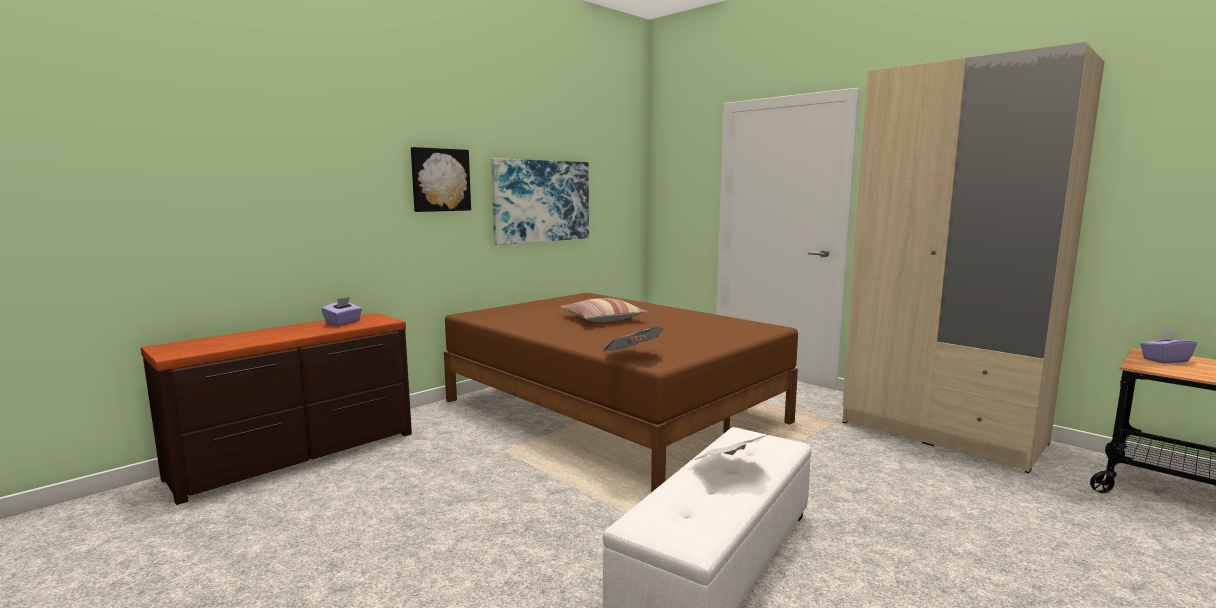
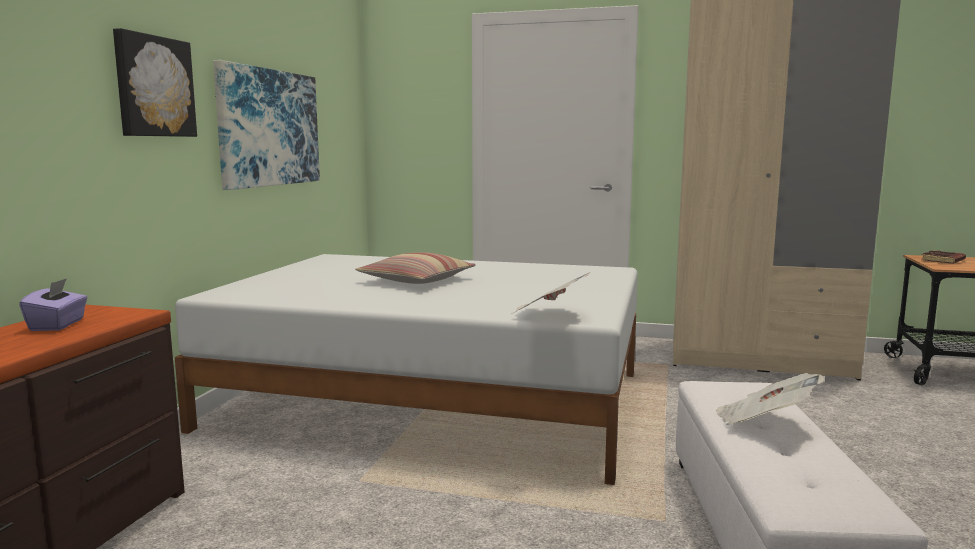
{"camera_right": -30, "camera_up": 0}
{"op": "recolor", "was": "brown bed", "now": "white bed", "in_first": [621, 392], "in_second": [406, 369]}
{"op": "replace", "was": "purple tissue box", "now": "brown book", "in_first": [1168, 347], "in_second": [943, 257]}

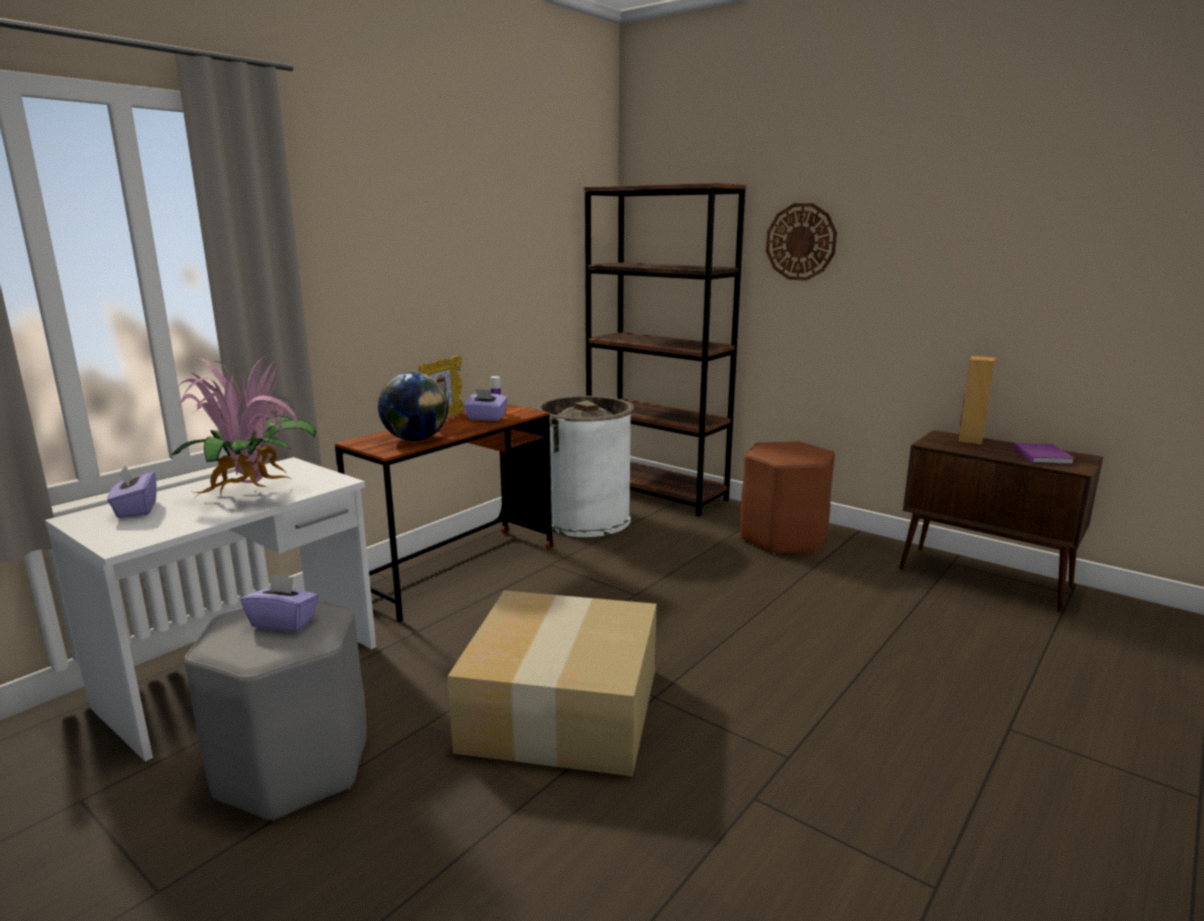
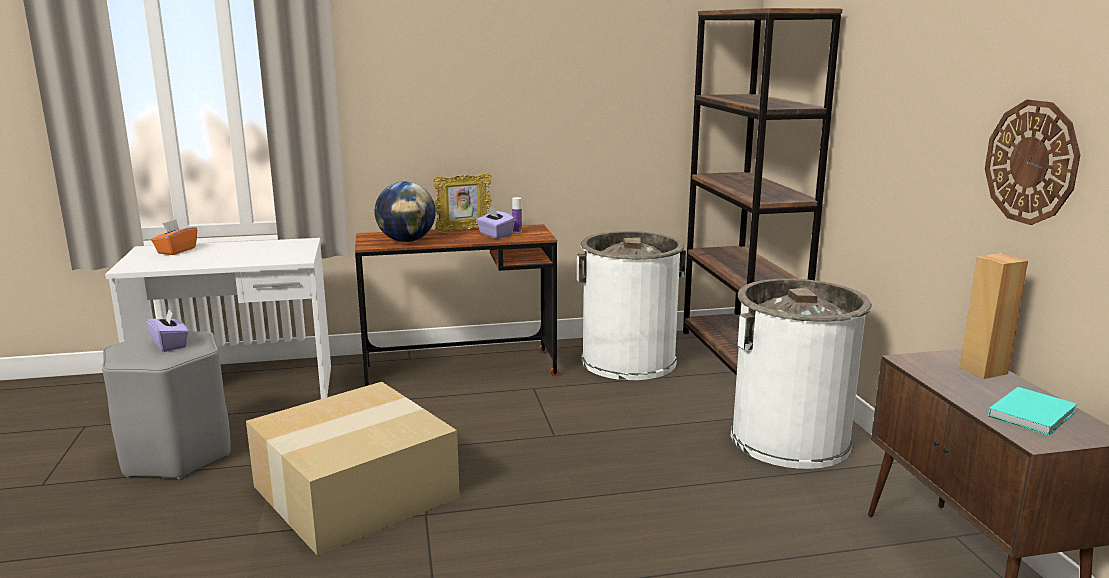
{"camera_right": 40, "camera_up": 0}
{"op": "recolor", "was": "purple tissue box", "now": "orange tissue box", "in_first": [132, 492], "in_second": [174, 237]}
{"op": "delete", "was": "potted plant", "in_first": [244, 426]}
{"op": "replace", "was": "brown stool", "now": "white trash can", "in_first": [787, 498], "in_second": [801, 374]}
{"op": "move", "was": "wall clock", "in_first": [801, 242], "in_second": [1032, 162]}
{"op": "recolor", "was": "purple book", "now": "turquoise book", "in_first": [1044, 454], "in_second": [1032, 411]}

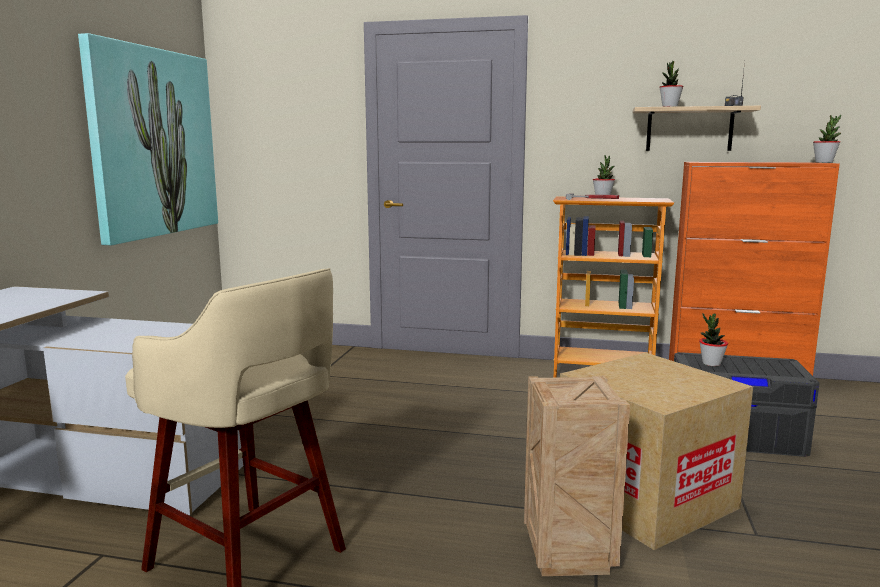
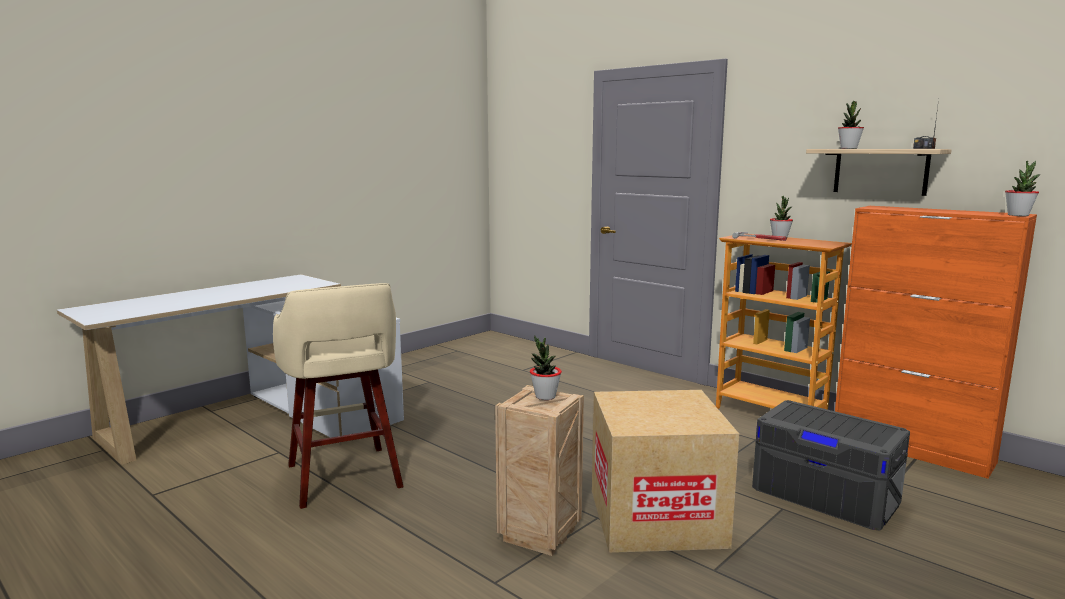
{"camera_right": 30, "camera_up": 0}
{"op": "delete", "was": "picture", "in_first": [148, 139]}
{"op": "move", "was": "potted plant", "in_first": [713, 339], "in_second": [546, 367]}

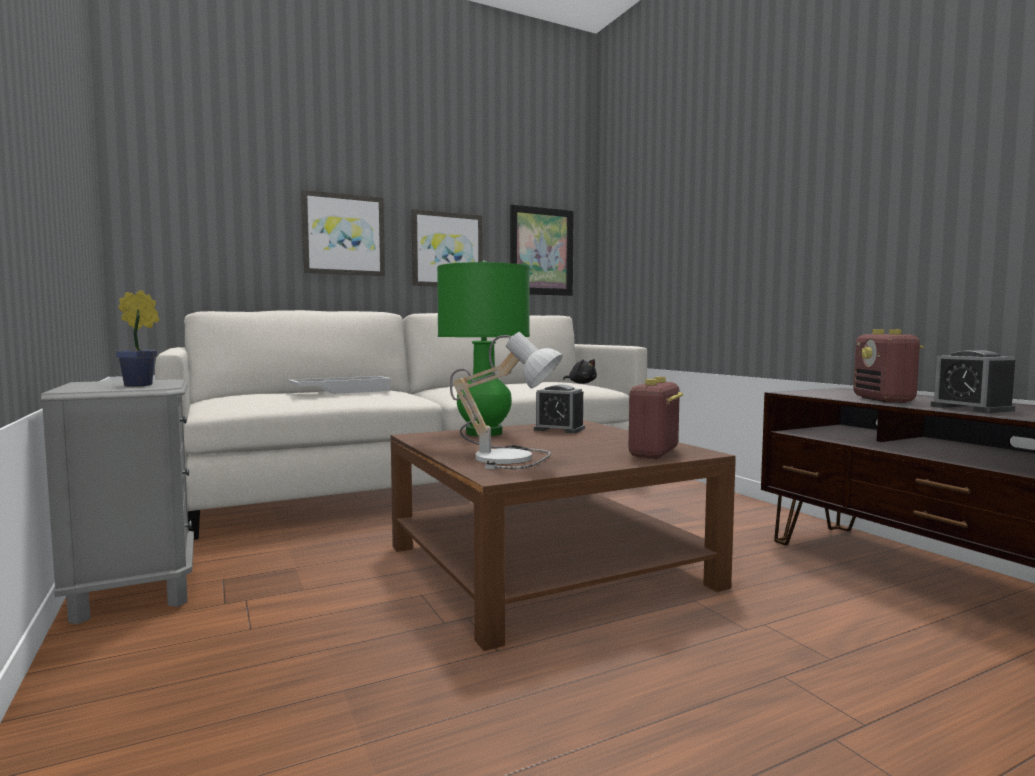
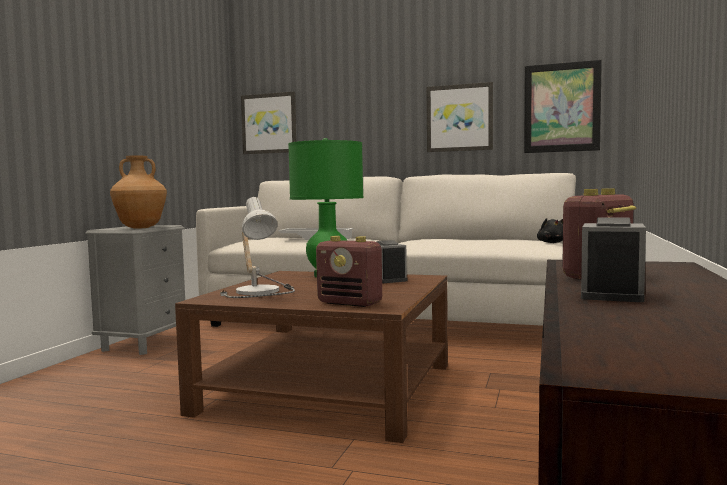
{"camera_right": 45, "camera_up": 0}
{"op": "replace", "was": "potted plant", "now": "brown vase", "in_first": [137, 338], "in_second": [138, 192]}
{"op": "move", "was": "picture", "in_first": [343, 233], "in_second": [269, 123]}
{"op": "rotate", "was": "radio", "in_first": [656, 418], "in_second": [349, 271], "clockwise": -135}

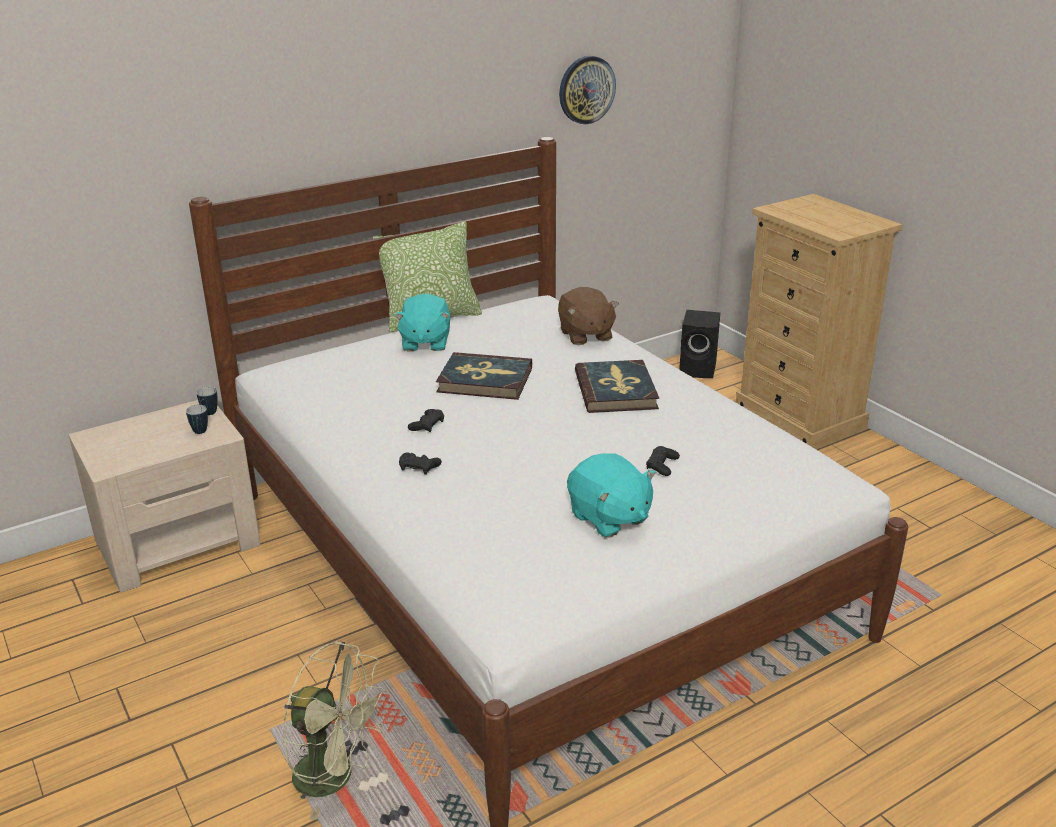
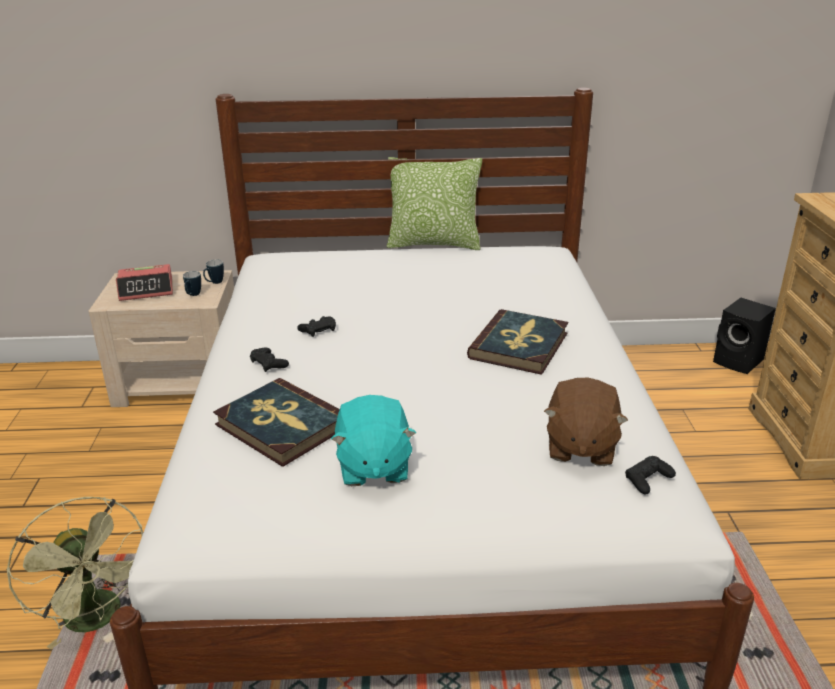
{"camera_right": 30, "camera_up": 0}
{"op": "delete", "was": "turquoise plush toy", "in_first": [422, 323]}
{"op": "move", "was": "book", "in_first": [484, 376], "in_second": [276, 422]}
{"op": "move", "was": "brown plush toy", "in_first": [588, 316], "in_second": [586, 421]}
{"op": "delete", "was": "wall clock", "in_first": [587, 90]}
{"op": "move", "was": "black game controller", "in_first": [663, 461], "in_second": [650, 475]}
{"op": "insert", "now": "alarm clock", "in_second": [144, 282]}

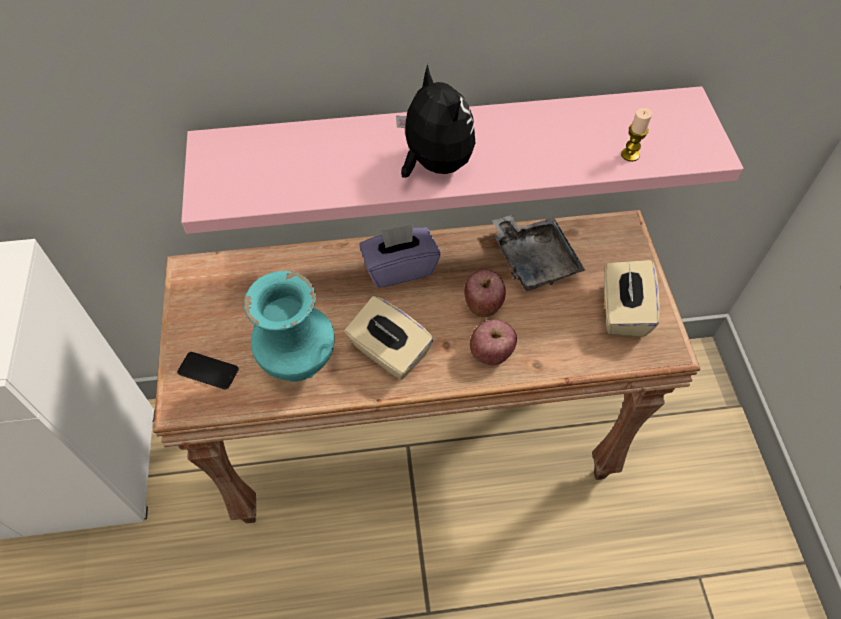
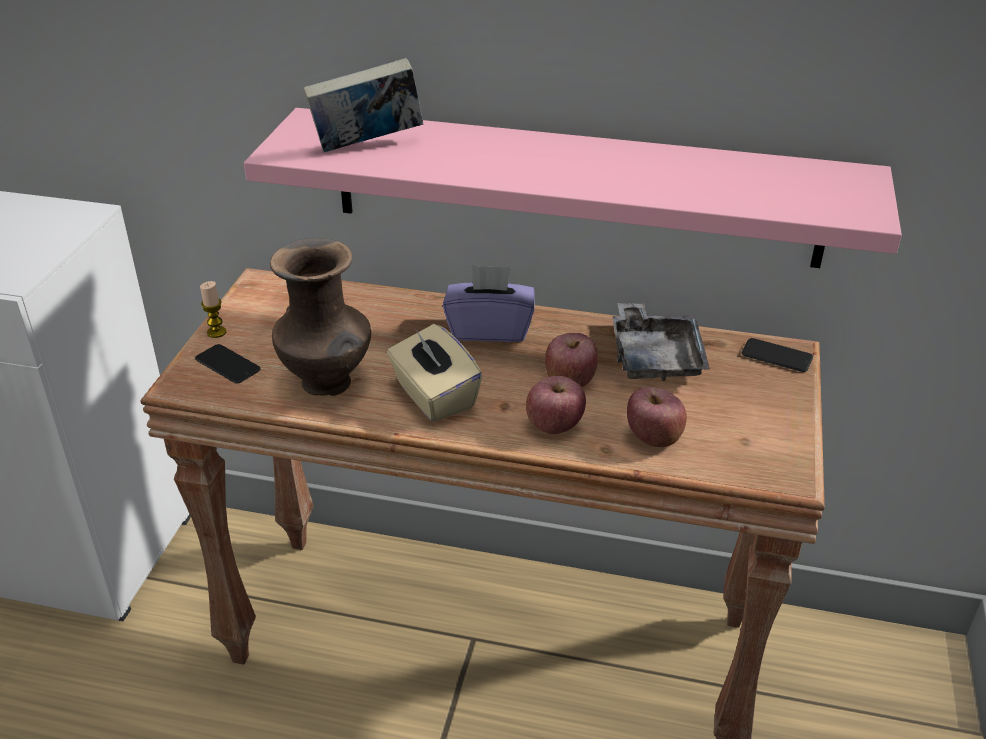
{"camera_right": 20, "camera_up": -20}
{"op": "recolor", "was": "turquoise vase", "now": "brown vase", "in_first": [289, 326], "in_second": [320, 317]}
{"op": "delete", "was": "plush toy", "in_first": [435, 121]}
{"op": "delete", "was": "beige tissue box", "in_first": [632, 298]}
{"op": "move", "was": "candle", "in_first": [636, 135], "in_second": [213, 309]}
{"op": "insert", "now": "book", "in_second": [363, 105]}
{"op": "insert", "now": "apple", "in_second": [657, 417]}
{"op": "insert", "now": "phone", "in_second": [777, 355]}

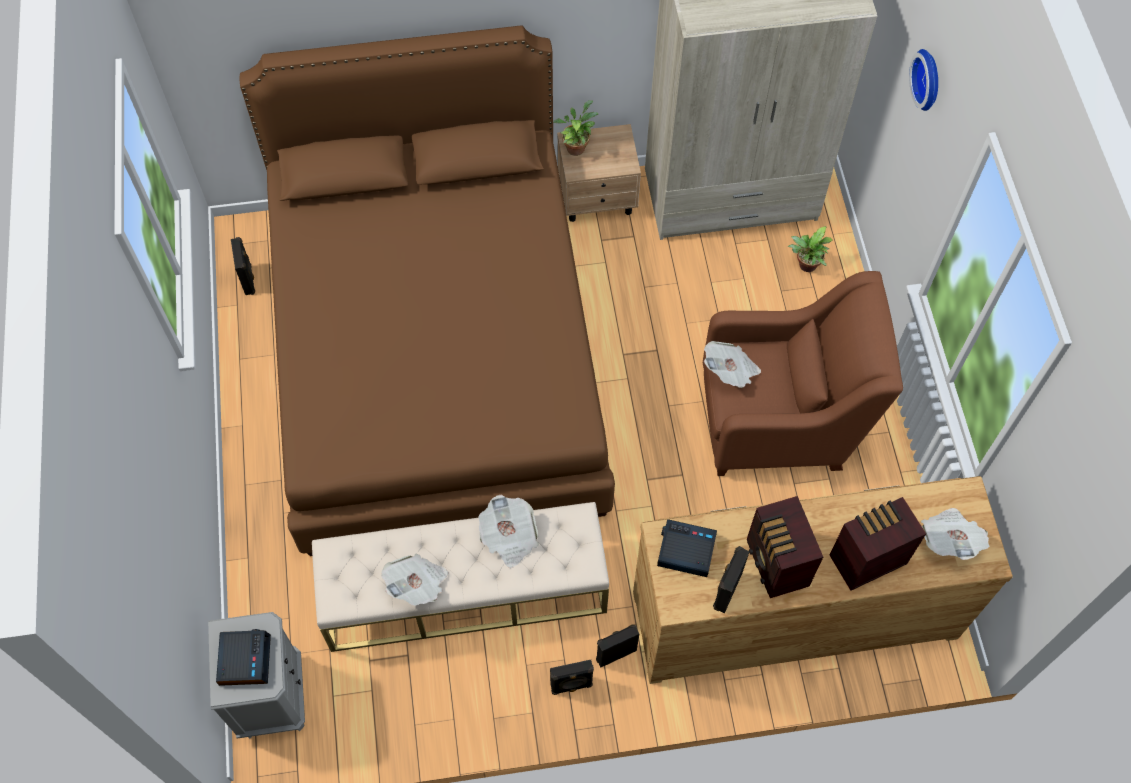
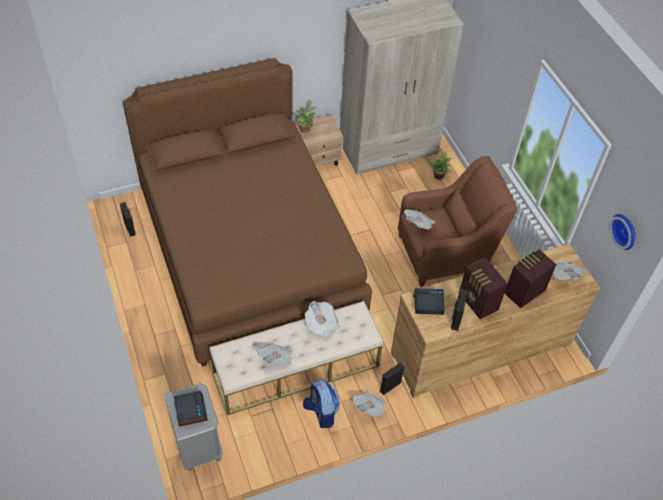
{"camera_right": -15, "camera_up": -10}
{"op": "replace", "was": "black speaker", "now": "newspaper", "in_first": [572, 677], "in_second": [369, 404]}
{"op": "move", "was": "wall clock", "in_first": [923, 80], "in_second": [622, 232]}
{"op": "insert", "now": "backpack", "in_second": [321, 403]}

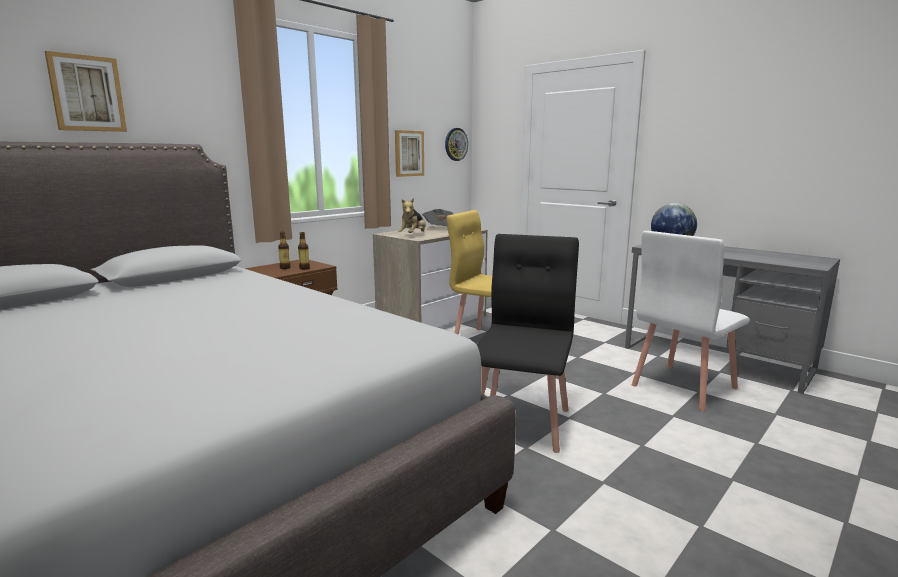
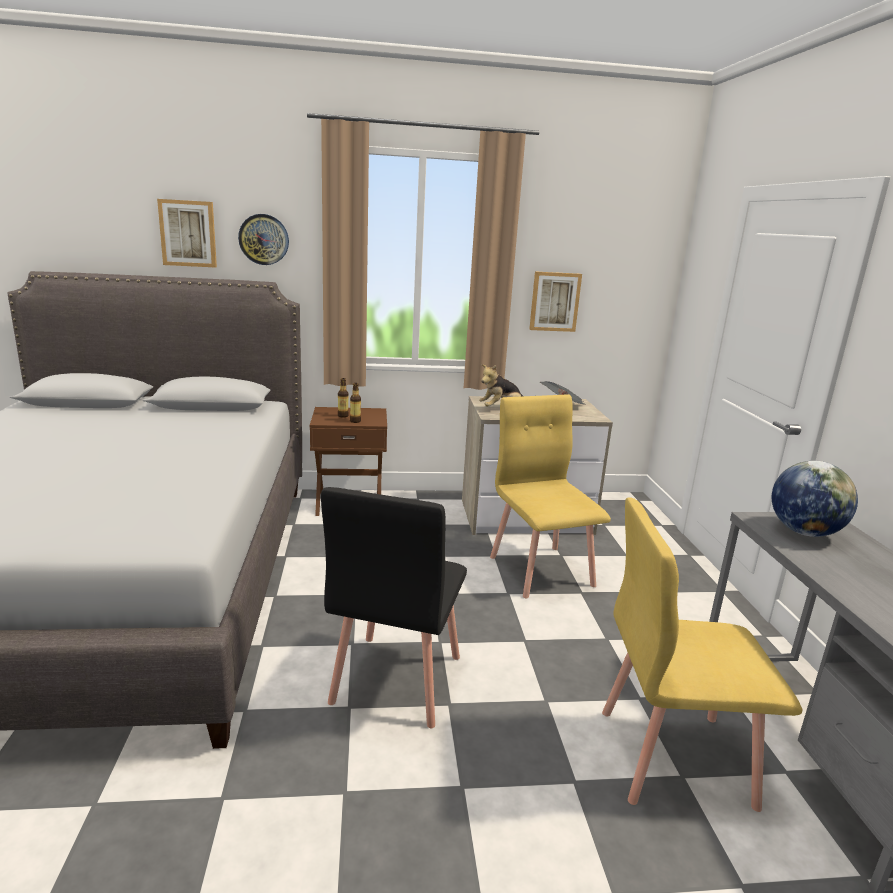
{"camera_right": 40, "camera_up": 5}
{"op": "move", "was": "wall clock", "in_first": [456, 144], "in_second": [263, 239]}
{"op": "rotate", "was": "black chair", "in_first": [528, 343], "in_second": [394, 607], "clockwise": 135}
{"op": "recolor", "was": "white chair", "now": "yellow chair", "in_first": [691, 321], "in_second": [702, 654]}

